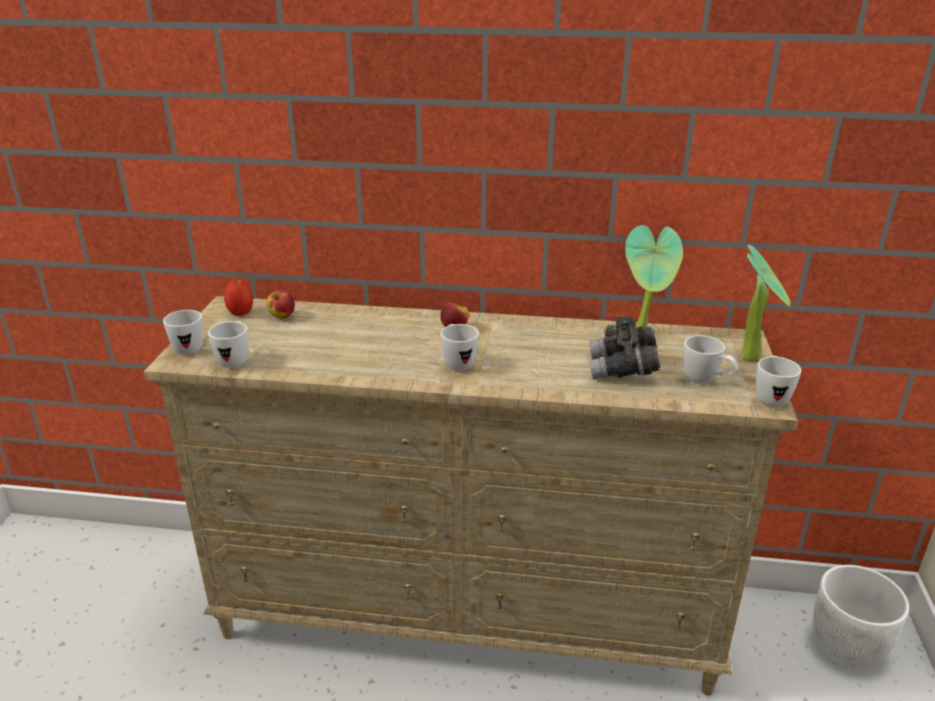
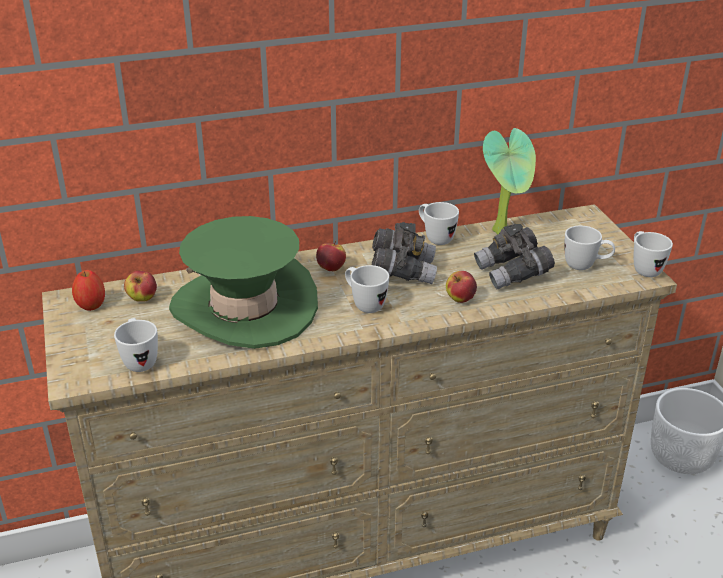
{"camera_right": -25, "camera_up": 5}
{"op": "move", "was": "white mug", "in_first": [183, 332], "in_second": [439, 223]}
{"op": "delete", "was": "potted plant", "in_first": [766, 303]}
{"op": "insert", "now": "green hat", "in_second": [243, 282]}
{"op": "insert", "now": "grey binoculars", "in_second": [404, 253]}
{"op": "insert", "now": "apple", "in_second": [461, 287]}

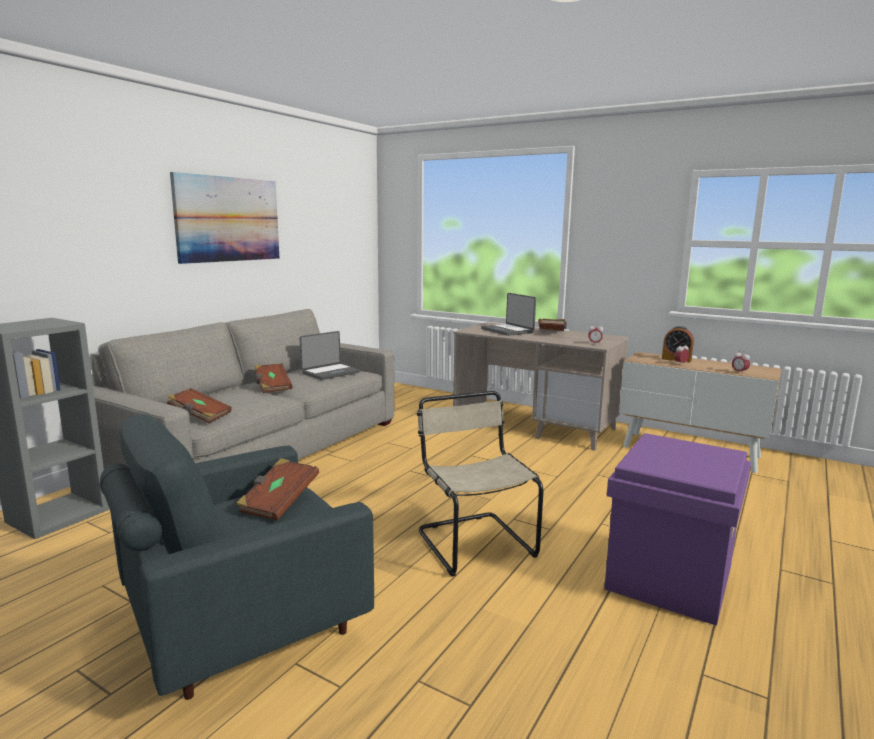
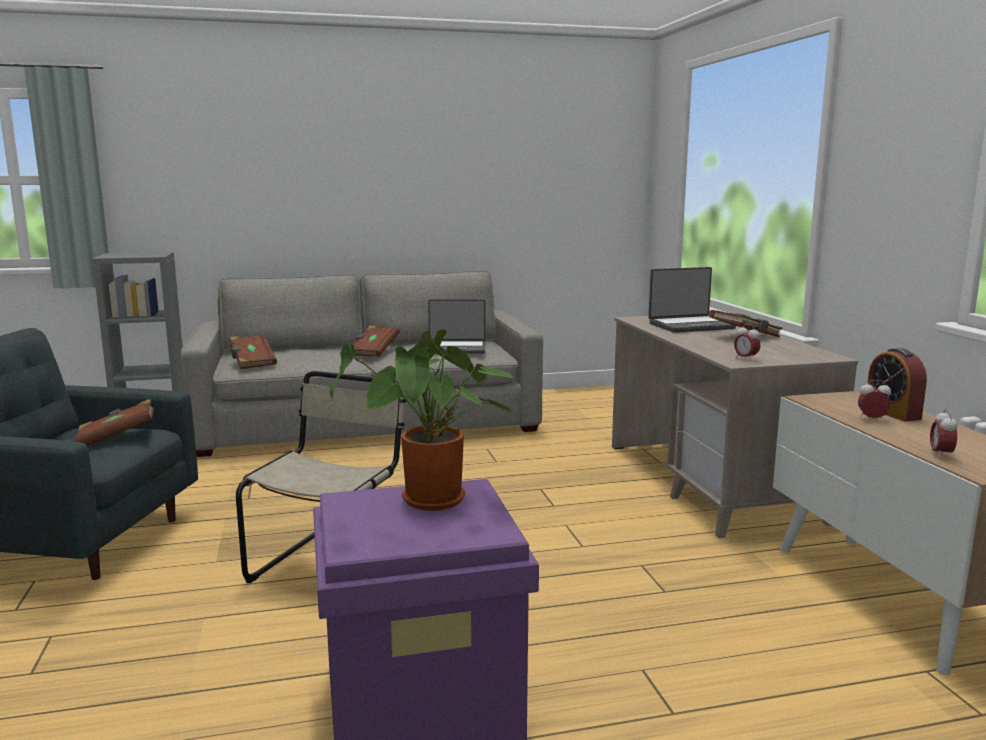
{"camera_right": 45, "camera_up": 0}
{"op": "delete", "was": "picture", "in_first": [225, 218]}
{"op": "rotate", "was": "laptop", "in_first": [508, 314], "in_second": [692, 300], "clockwise": -120}
{"op": "insert", "now": "potted plant", "in_second": [423, 420]}

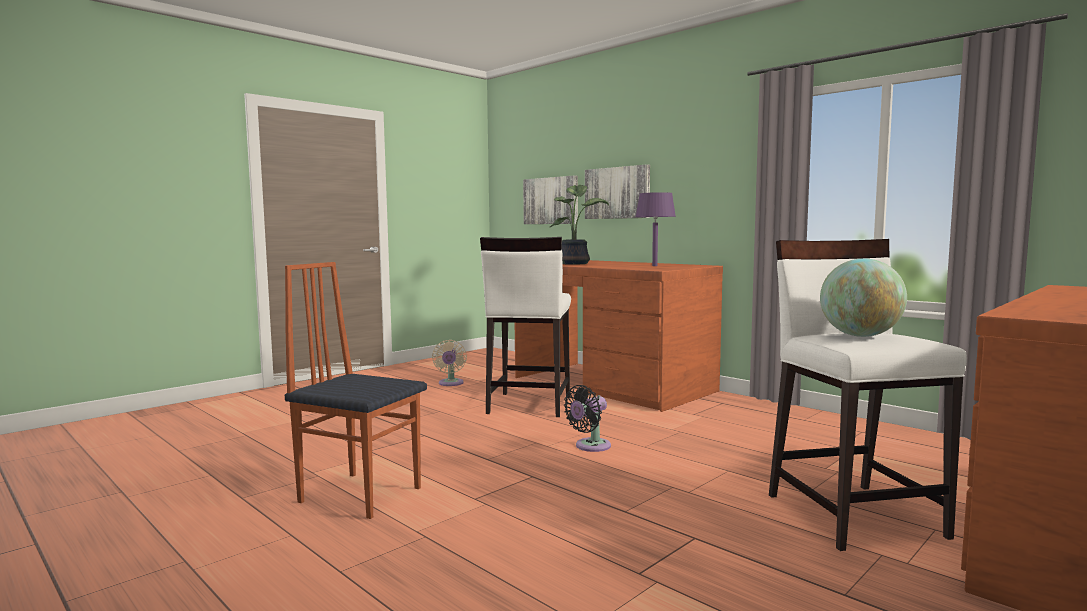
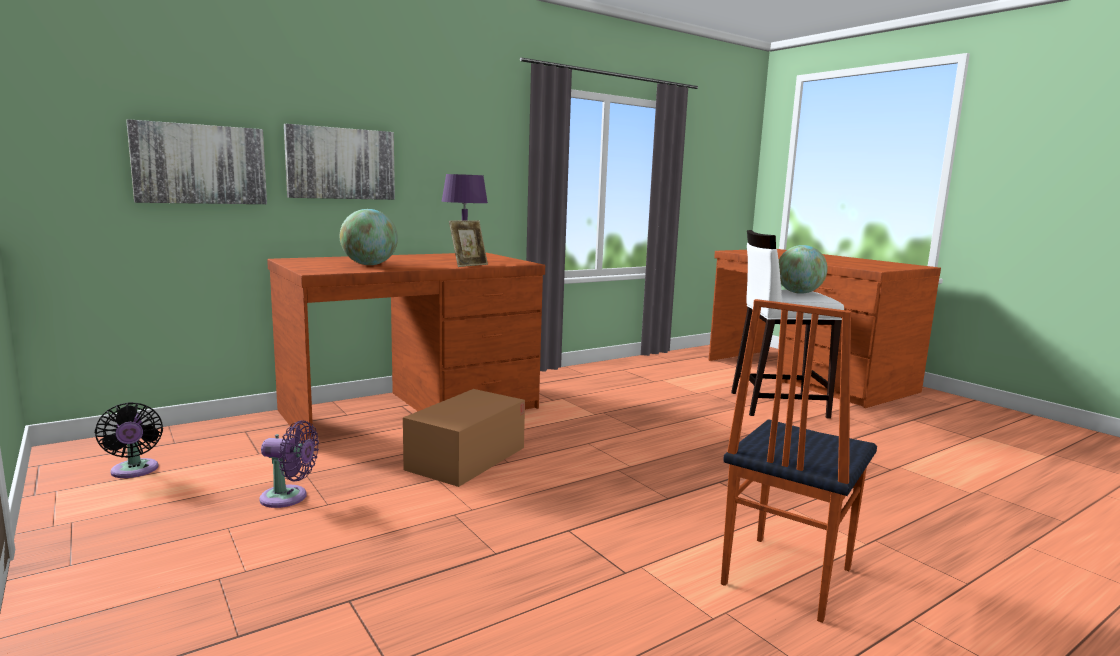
{"camera_right": -80, "camera_up": 5}
{"op": "recolor", "was": "beige fan", "now": "purple fan", "in_first": [449, 363], "in_second": [289, 464]}
{"op": "replace", "was": "white stool", "now": "cardboard box", "in_first": [525, 327], "in_second": [464, 438]}
{"op": "replace", "was": "potted plant", "now": "globe", "in_first": [579, 225], "in_second": [369, 237]}
{"op": "move", "was": "black fan", "in_first": [587, 418], "in_second": [129, 440]}
{"op": "insert", "now": "picture frame", "in_second": [468, 243]}

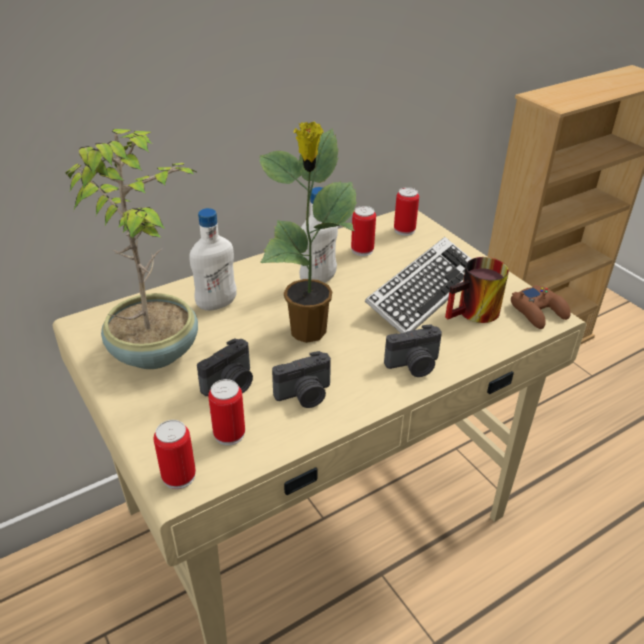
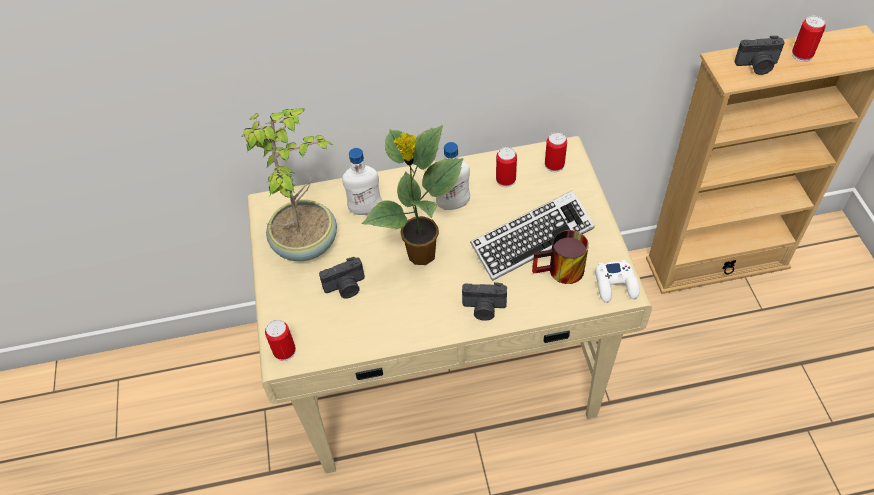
{"camera_right": 25, "camera_up": 15}
{"op": "move", "was": "can", "in_first": [226, 412], "in_second": [809, 39]}
{"op": "move", "was": "photo camera", "in_first": [301, 379], "in_second": [759, 55]}
{"op": "recolor", "was": "brown game controller", "now": "white game controller", "in_first": [541, 307], "in_second": [617, 281]}

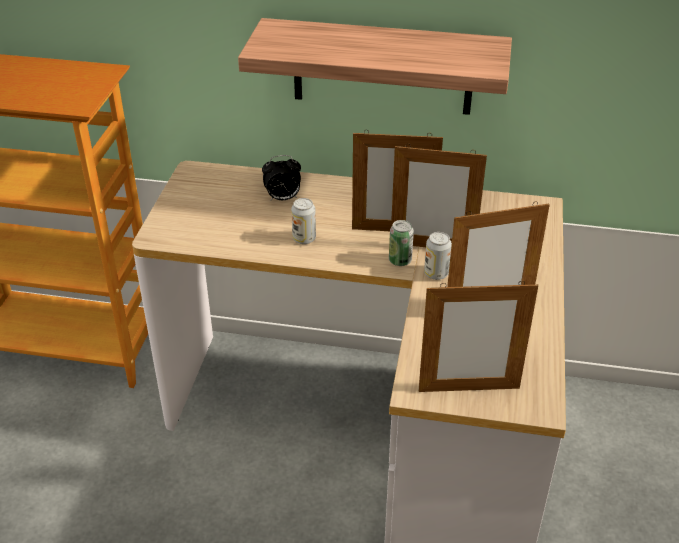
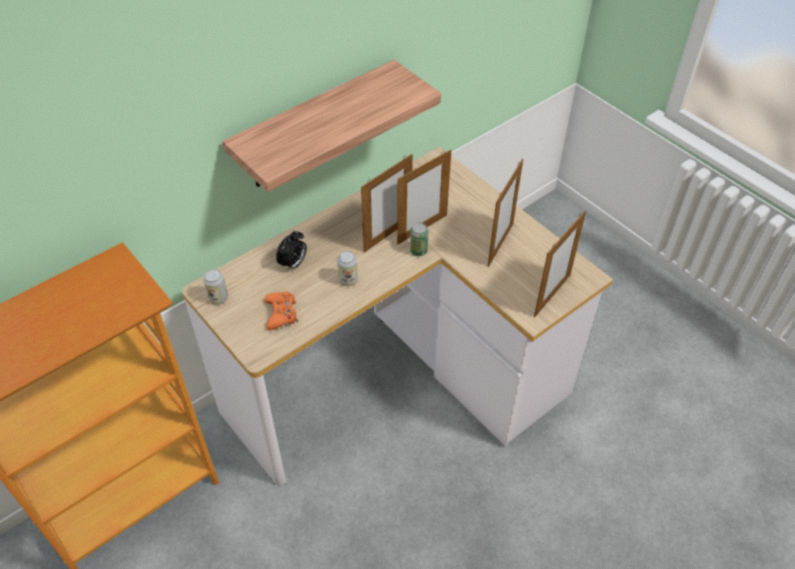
{"camera_right": -50, "camera_up": 10}
{"op": "move", "was": "can", "in_first": [438, 256], "in_second": [215, 287]}
{"op": "insert", "now": "orange game controller", "in_second": [281, 310]}

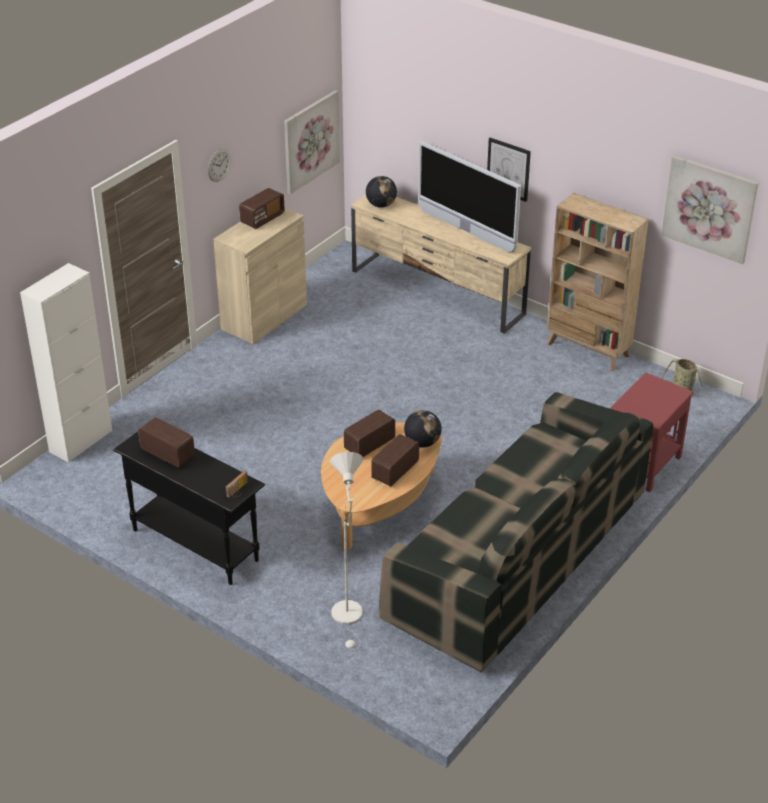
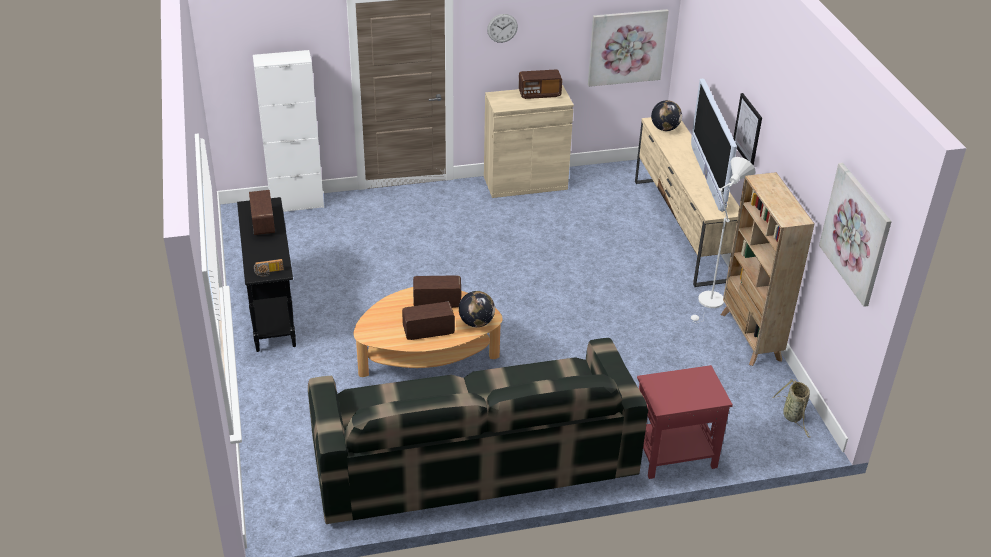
{"camera_right": 40, "camera_up": 0}
{"op": "move", "was": "white floor lamp", "in_first": [346, 551], "in_second": [723, 240]}

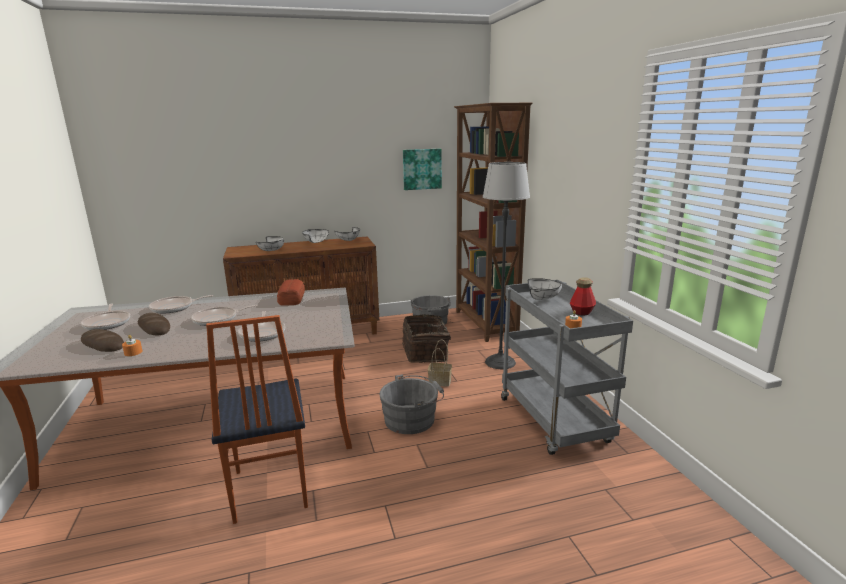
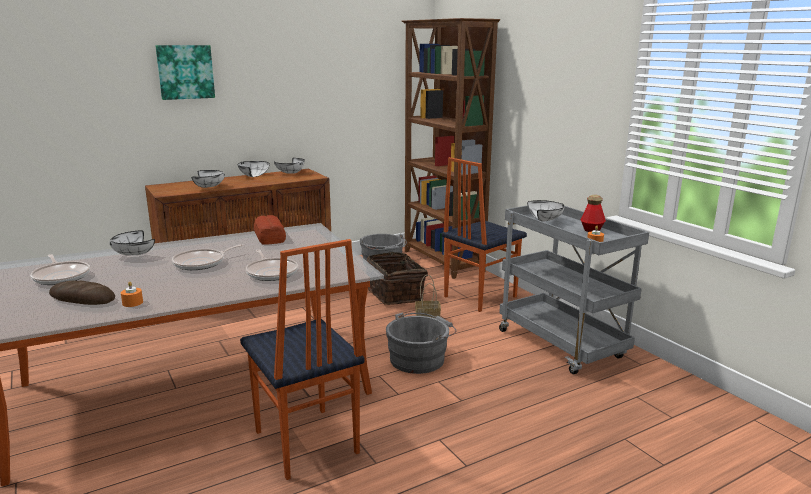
{"camera_right": -15, "camera_up": 0}
{"op": "delete", "was": "bread", "in_first": [154, 324]}
{"op": "replace", "was": "frying pan", "now": "white bowl", "in_first": [181, 304], "in_second": [132, 242]}
{"op": "move", "was": "picture", "in_first": [422, 169], "in_second": [185, 72]}
{"op": "replace", "was": "floor lamp", "now": "chair", "in_first": [506, 265], "in_second": [484, 234]}

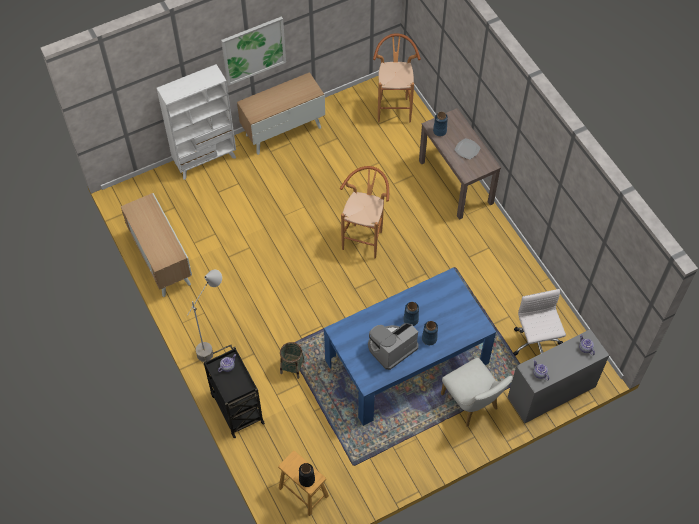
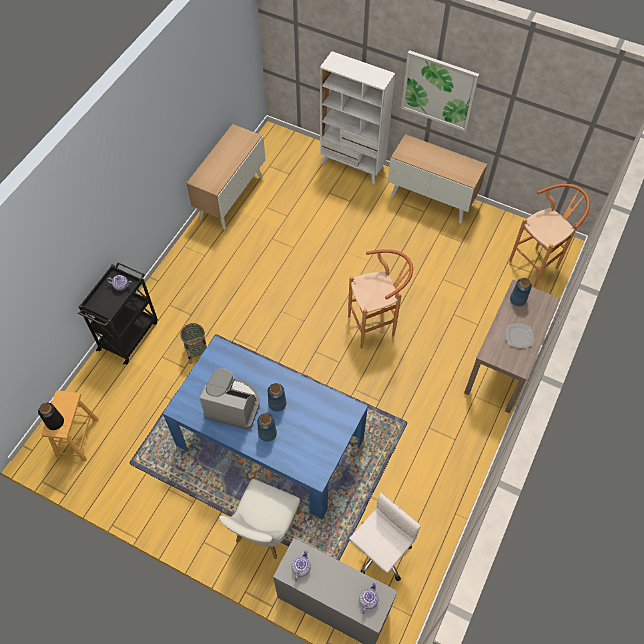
{"camera_right": 55, "camera_up": 0}
{"op": "delete", "was": "grey floor lamp", "in_first": [204, 316]}

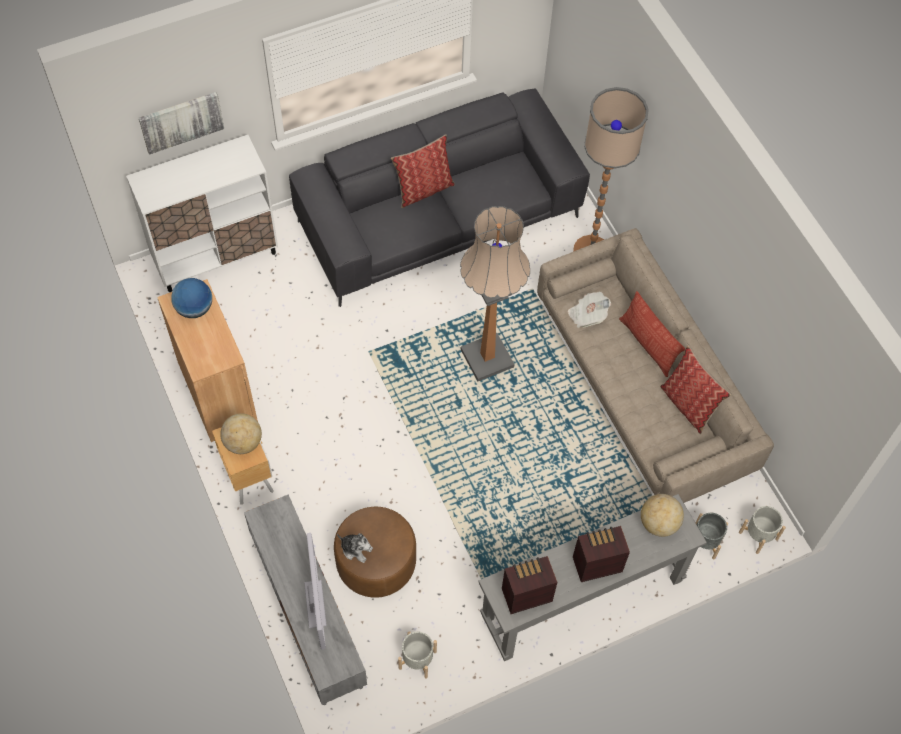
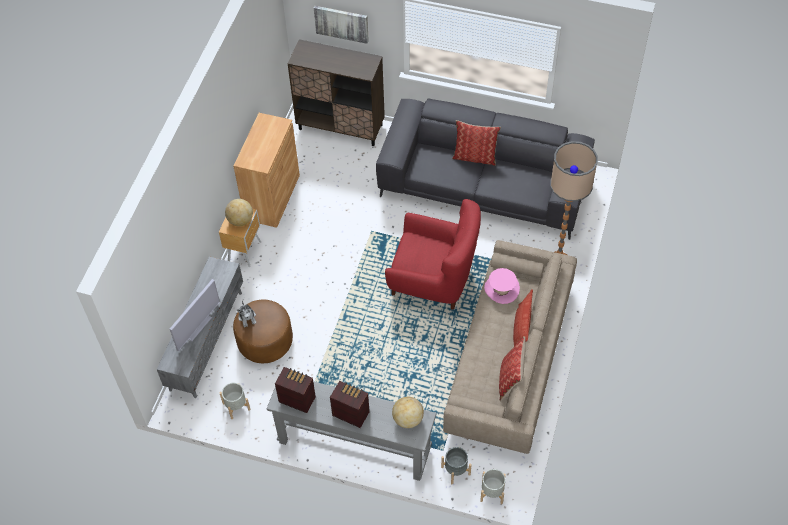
{"camera_right": 45, "camera_up": -5}
{"op": "recolor", "was": "white cabinet", "now": "brown cabinet", "in_first": [202, 213], "in_second": [336, 92]}
{"op": "delete", "was": "globe", "in_first": [191, 298]}
{"op": "replace", "was": "floor lamp", "now": "red armchair", "in_first": [495, 293], "in_second": [433, 254]}
{"op": "replace", "was": "newspaper", "now": "pink hat", "in_first": [589, 310], "in_second": [502, 286]}

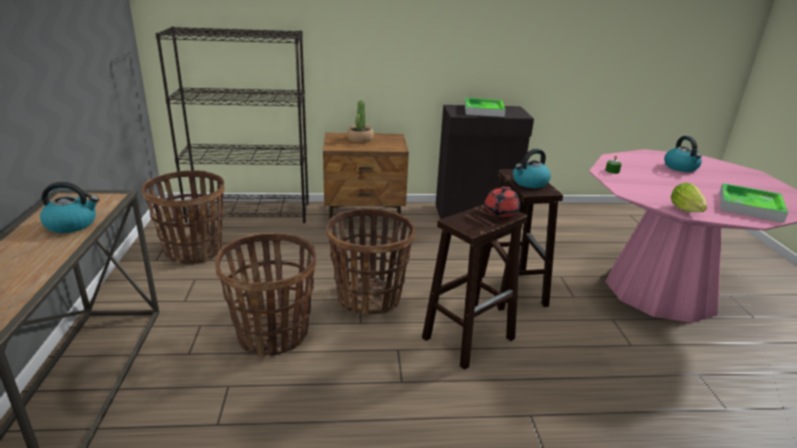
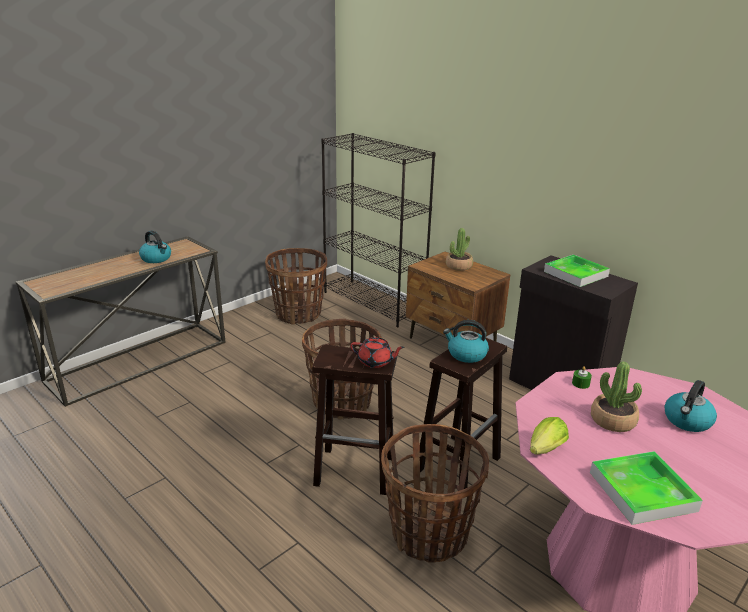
{"camera_right": 50, "camera_up": 0}
{"op": "move", "was": "basket", "in_first": [265, 295], "in_second": [435, 493]}
{"op": "rotate", "was": "red teapot", "in_first": [502, 201], "in_second": [377, 352], "clockwise": -150}
{"op": "insert", "now": "potted plant", "in_second": [616, 397]}

